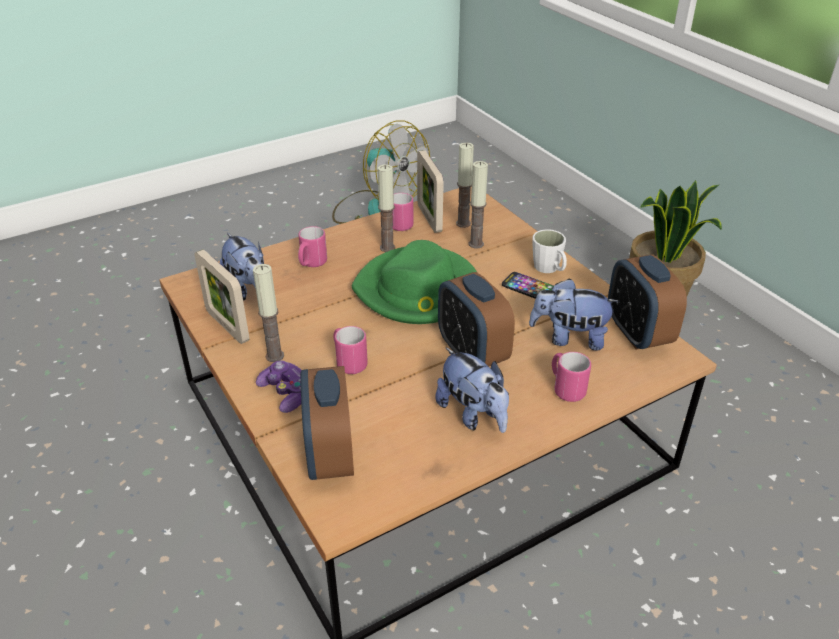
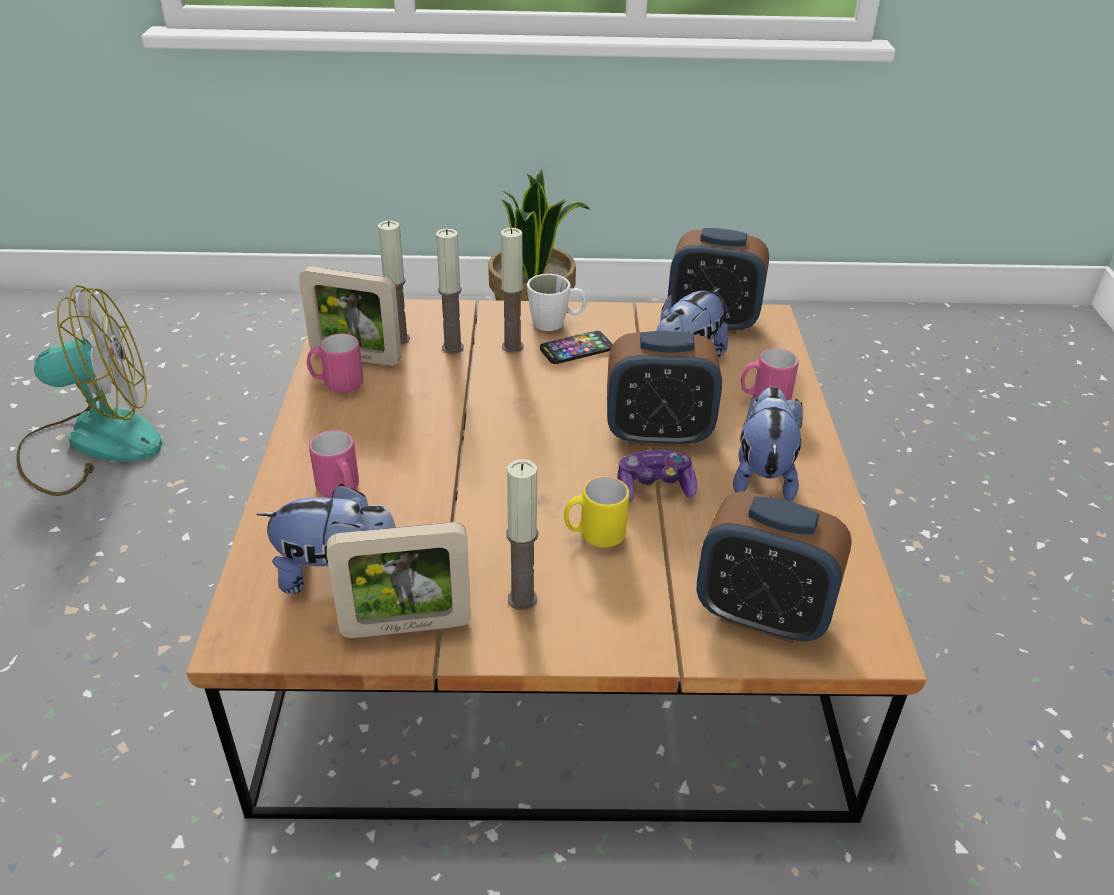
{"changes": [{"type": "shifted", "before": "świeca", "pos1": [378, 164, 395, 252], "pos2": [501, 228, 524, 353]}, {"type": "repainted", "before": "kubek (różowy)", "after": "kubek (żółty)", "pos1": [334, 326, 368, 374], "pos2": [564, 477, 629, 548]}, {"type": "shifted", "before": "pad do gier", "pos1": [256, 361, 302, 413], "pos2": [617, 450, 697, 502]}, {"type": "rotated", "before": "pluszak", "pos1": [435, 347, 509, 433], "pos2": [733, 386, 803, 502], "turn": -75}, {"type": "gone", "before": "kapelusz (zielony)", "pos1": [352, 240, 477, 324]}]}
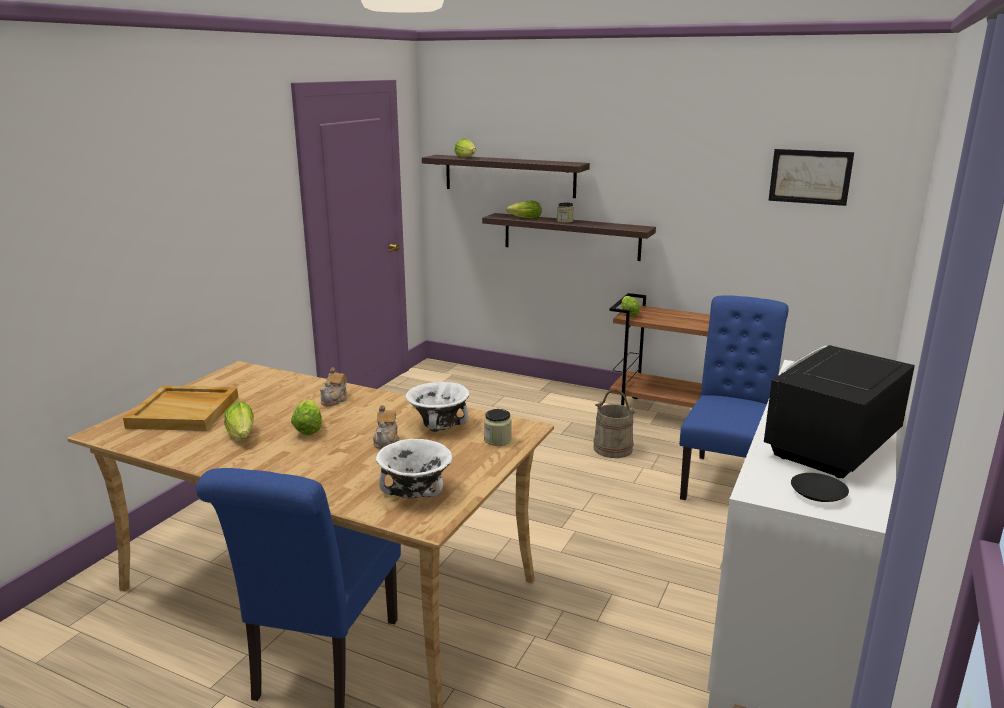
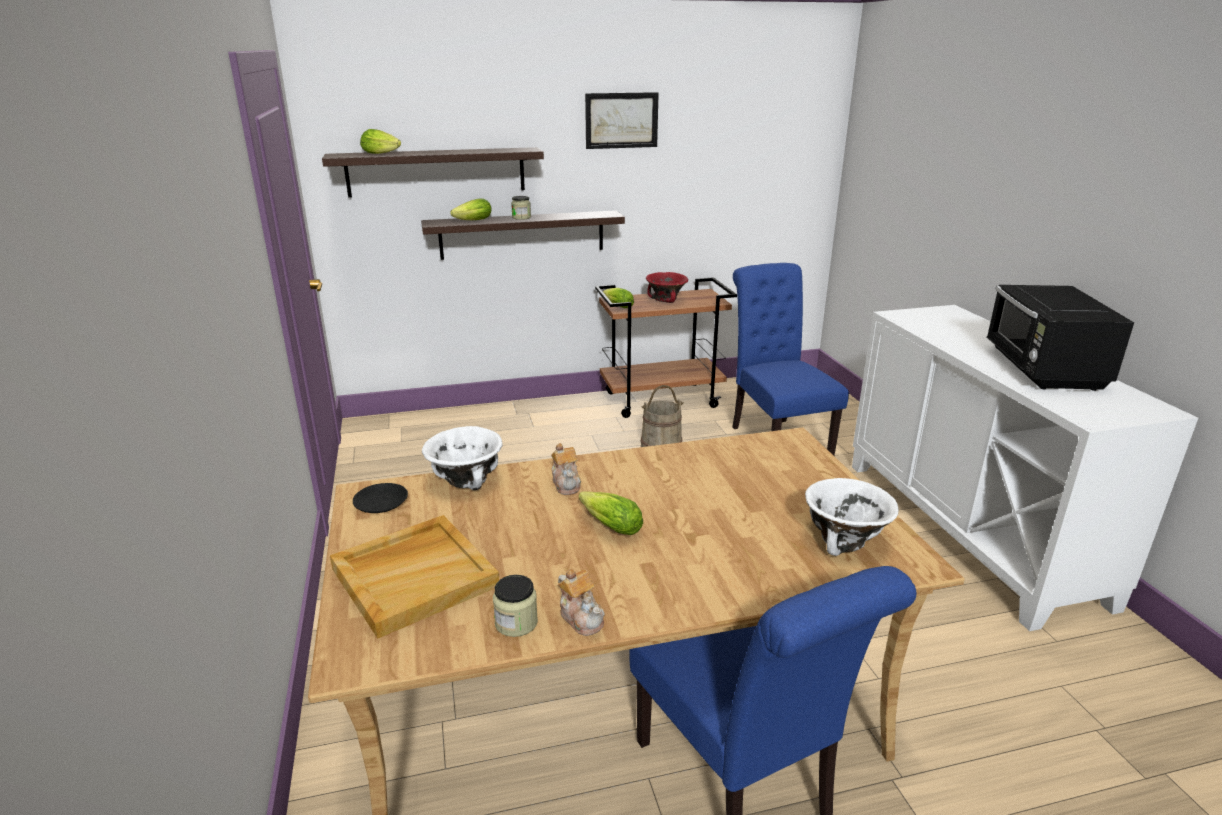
{"changes": [{"type": "shifted", "before": "talerz (czarny)", "pos1": [791, 473, 849, 502], "pos2": [353, 483, 408, 513]}, {"type": "shifted", "before": "miska (biały)", "pos1": [406, 382, 469, 432], "pos2": [422, 426, 502, 490]}, {"type": "shifted", "before": "słoik", "pos1": [484, 409, 512, 446], "pos2": [493, 575, 538, 637]}, {"type": "shifted", "before": "imbryk", "pos1": [373, 405, 399, 449], "pos2": [558, 568, 605, 636]}, {"type": "shifted", "before": "obraz", "pos1": [768, 149, 854, 206], "pos2": [585, 92, 659, 149]}, {"type": "new", "after": "miska (czerwony)", "pos2": [646, 272, 688, 303]}, {"type": "gone", "before": "sałata", "pos1": [224, 402, 254, 440]}]}
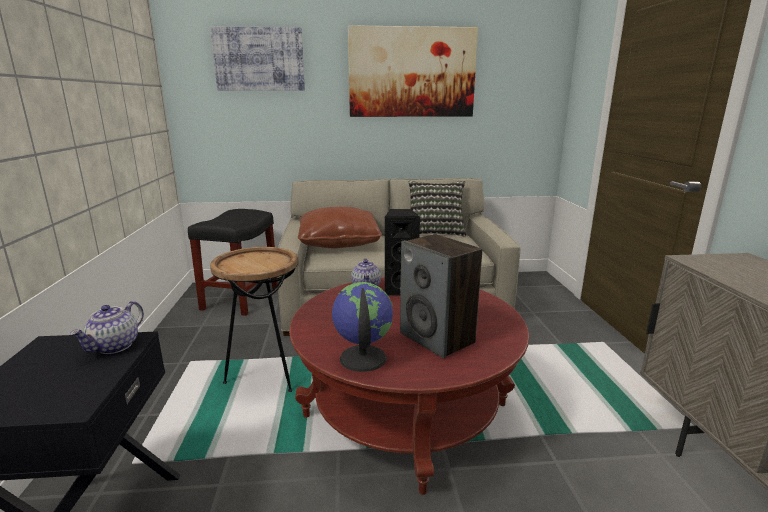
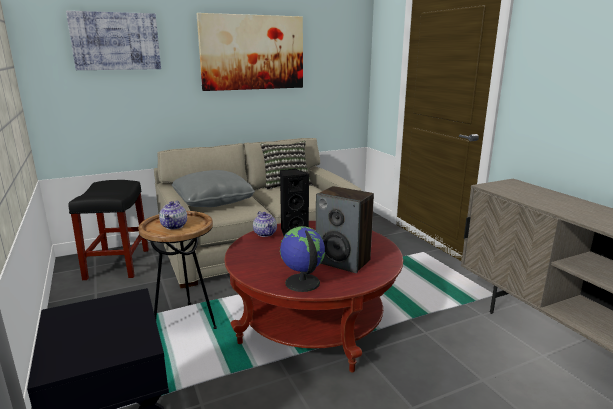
{"changes": [{"type": "shifted", "before": "imbryk", "pos1": [70, 301, 144, 354], "pos2": [159, 201, 187, 229]}, {"type": "repainted", "before": "poduszka (brązowy)", "after": "poduszka (szary)", "pos1": [298, 207, 382, 248], "pos2": [172, 170, 255, 207]}]}
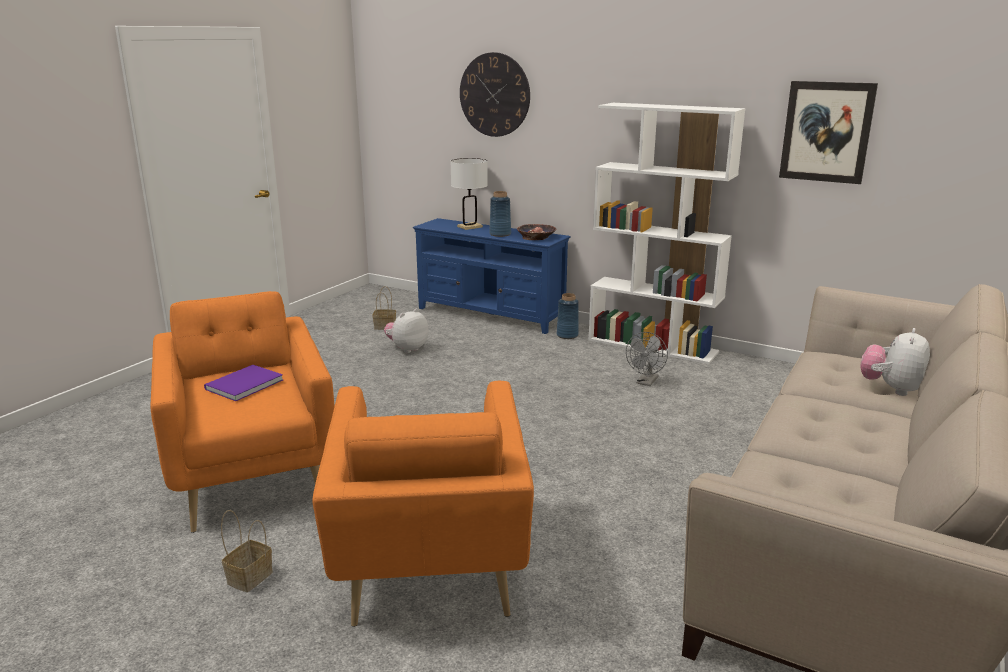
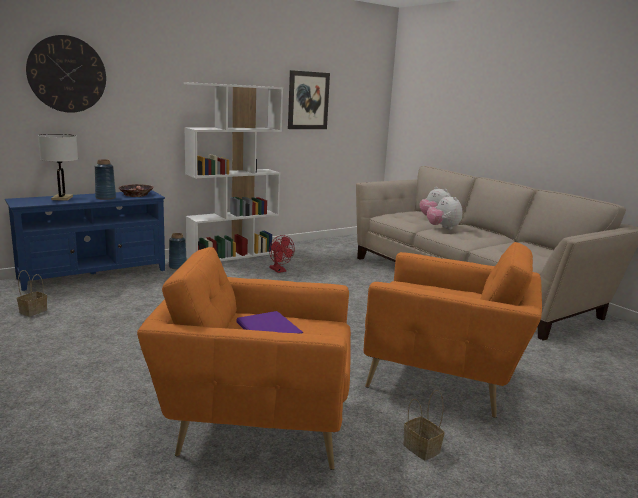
{"changes": [{"type": "repainted", "before": "wentylator (szary)", "after": "wentylator (czerwony)", "pos1": [626, 332, 668, 386], "pos2": [269, 235, 295, 273]}, {"type": "shifted", "before": "pluszak", "pos1": [384, 309, 429, 353], "pos2": [427, 194, 462, 230]}]}
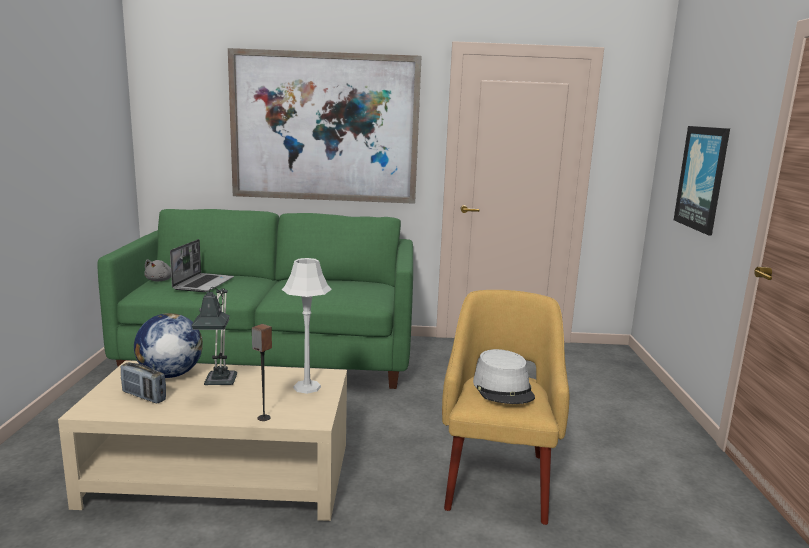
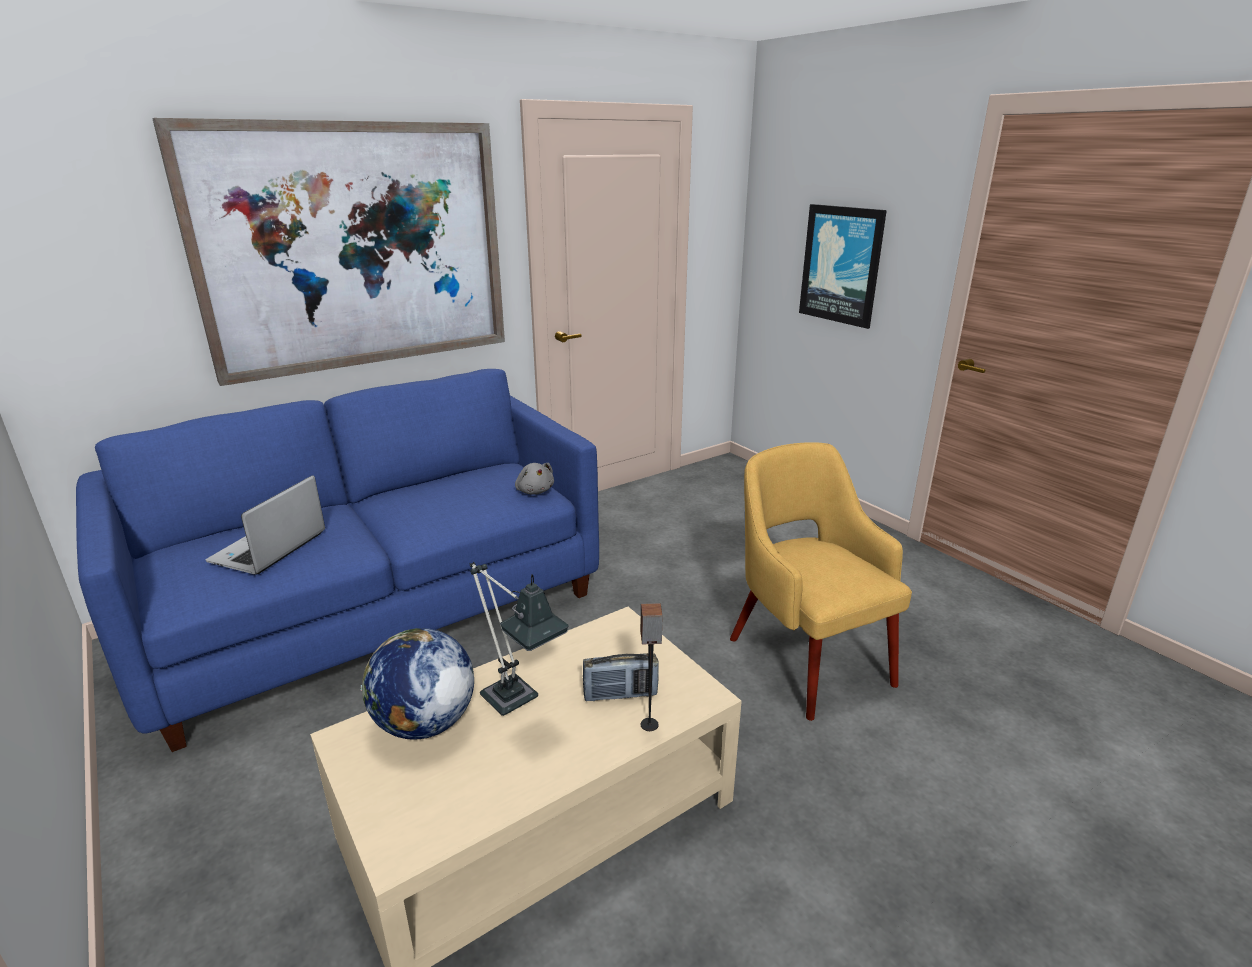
{"changes": [{"type": "repainted", "before": "kanapa (zielony)", "after": "kanapa (niebieski)", "pos1": [97, 209, 413, 389], "pos2": [76, 369, 599, 752]}, {"type": "rotated", "before": "laptop", "pos1": [170, 239, 234, 292], "pos2": [206, 475, 325, 574], "turn": -135}, {"type": "shifted", "before": "pluszak (szary)", "pos1": [144, 259, 171, 281], "pos2": [515, 463, 554, 495]}, {"type": "shifted", "before": "radio", "pos1": [120, 362, 166, 403], "pos2": [583, 653, 659, 701]}, {"type": "gone", "before": "lampa stołowa (szary)", "pos1": [282, 258, 332, 394]}, {"type": "gone", "before": "kapelusz (szary)", "pos1": [473, 349, 535, 404]}]}
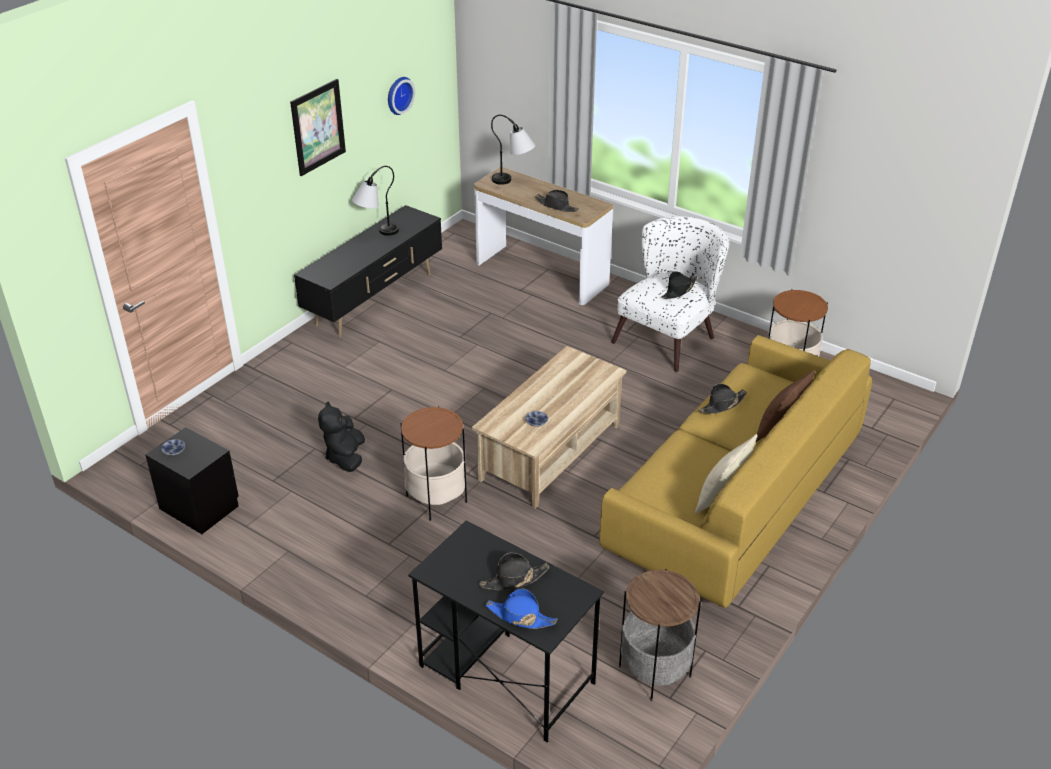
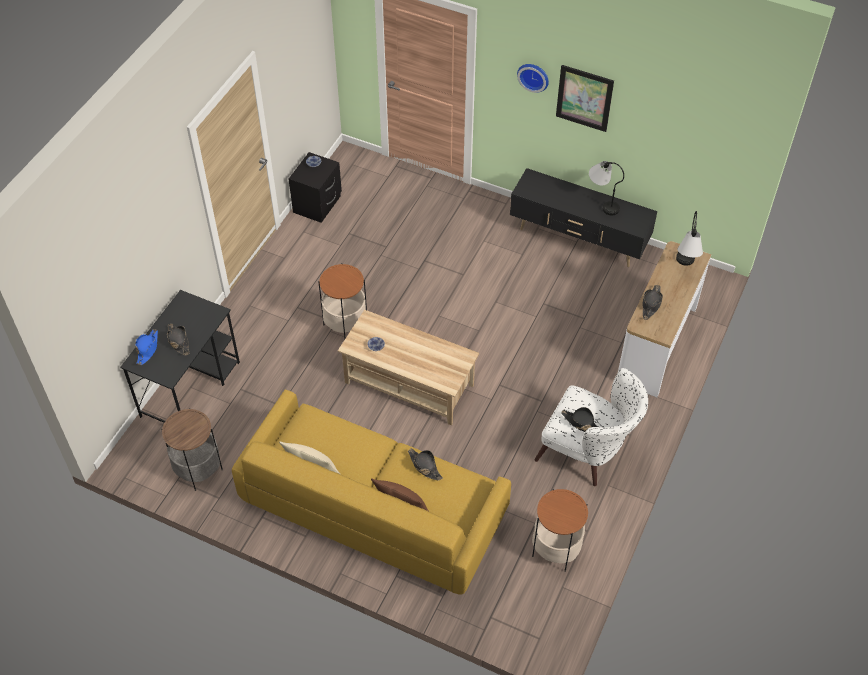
{"changes": [{"type": "shifted", "before": "zegar ścienny", "pos1": [388, 77, 415, 115], "pos2": [517, 64, 549, 93]}, {"type": "gone", "before": "pluszak (czarny)", "pos1": [318, 402, 365, 472]}]}
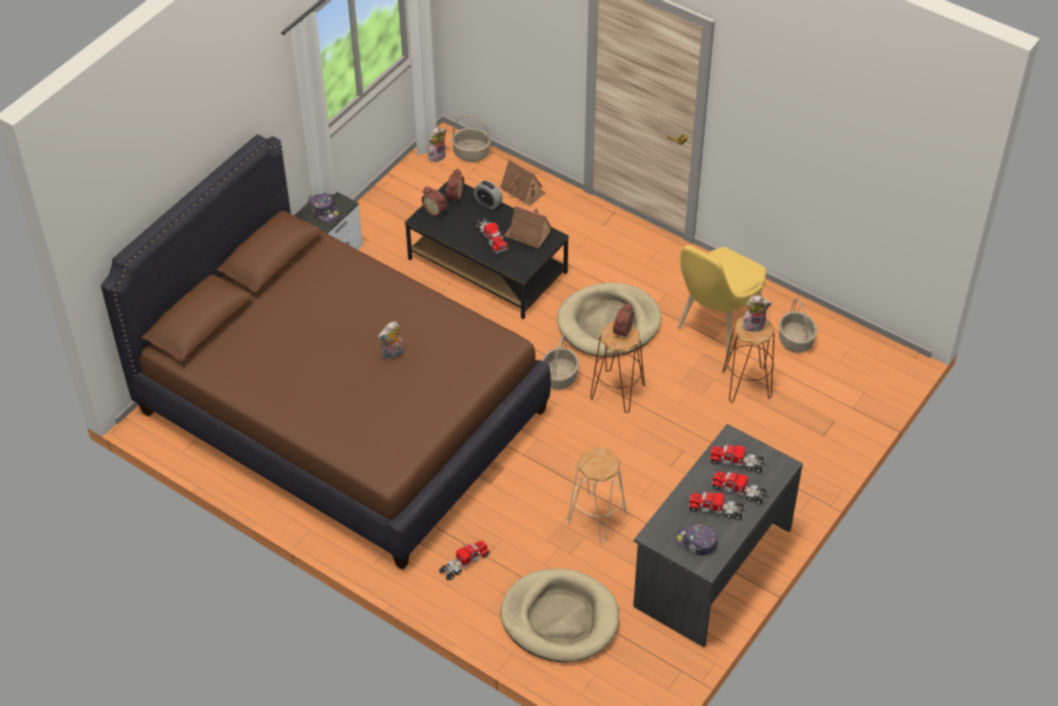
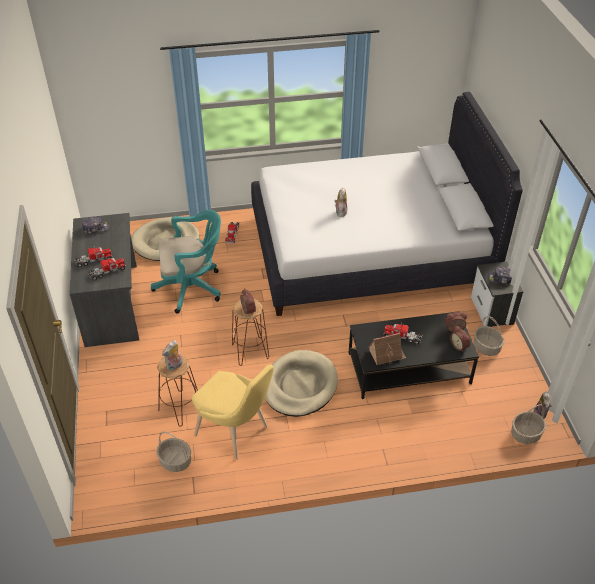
{"changes": [{"type": "swapped", "before": "stołek (beżowy)", "after": "krzesło biurowe (turkusowy)", "pos1": [567, 447, 627, 543], "pos2": [151, 210, 221, 314]}, {"type": "rotated", "before": "krzesło (żółty)", "pos1": [678, 245, 766, 354], "pos2": [192, 364, 274, 460], "turn": 135}, {"type": "repainted", "before": "łóżko (brązowy)", "after": "łóżko (biały)", "pos1": [101, 135, 551, 570], "pos2": [251, 92, 523, 316]}, {"type": "shifted", "before": "koszyk", "pos1": [542, 335, 579, 390], "pos2": [474, 316, 504, 356]}, {"type": "gone", "before": "budzik", "pos1": [474, 180, 503, 210]}, {"type": "gone", "before": "domek", "pos1": [500, 159, 546, 206]}, {"type": "gone", "before": "ciężarówka zabawkowa", "pos1": [688, 489, 745, 520]}]}
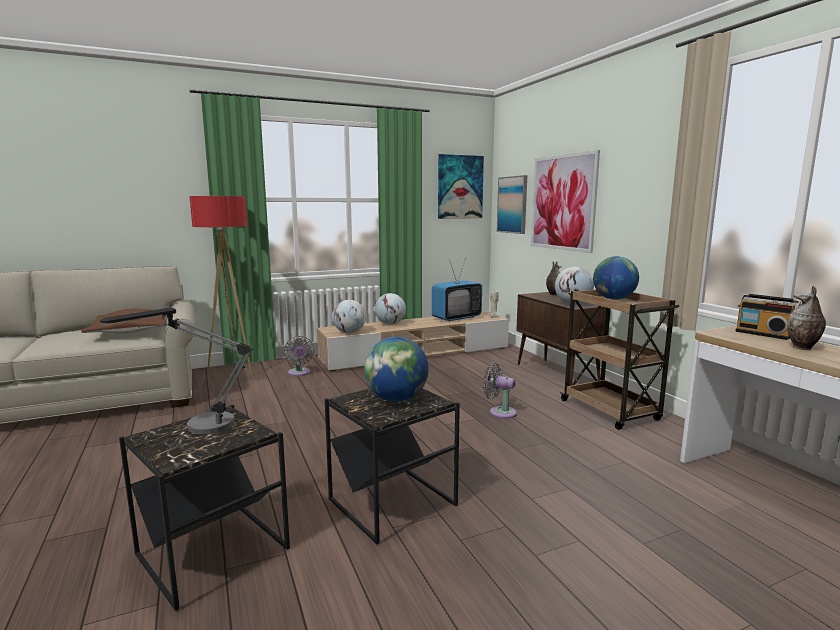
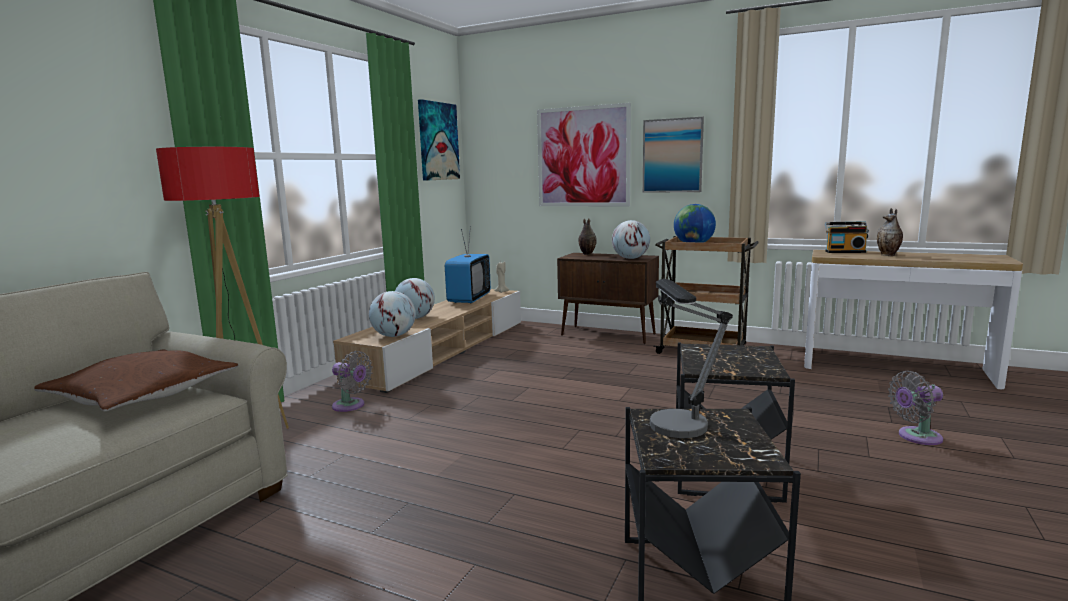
{"changes": [{"type": "shifted", "before": "obraz", "pos1": [497, 175, 527, 234], "pos2": [643, 117, 704, 193]}, {"type": "shifted", "before": "wentylator (szary)", "pos1": [483, 363, 517, 419], "pos2": [888, 371, 943, 445]}, {"type": "gone", "before": "globus", "pos1": [364, 337, 429, 402]}]}
